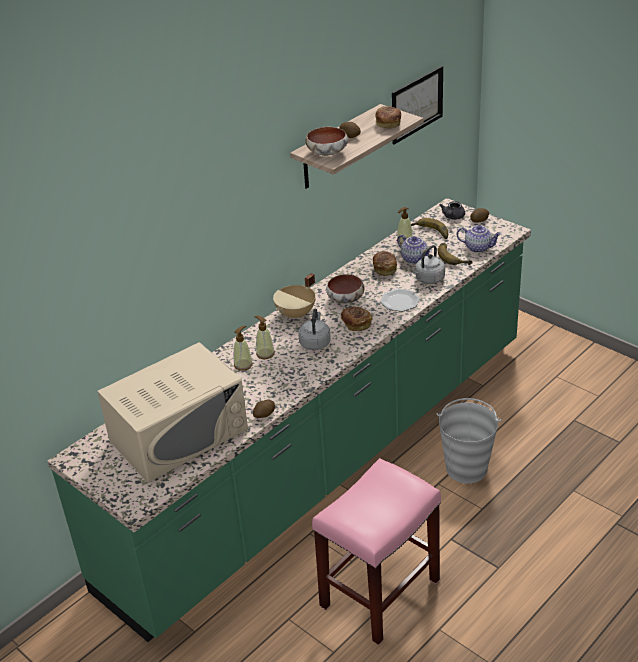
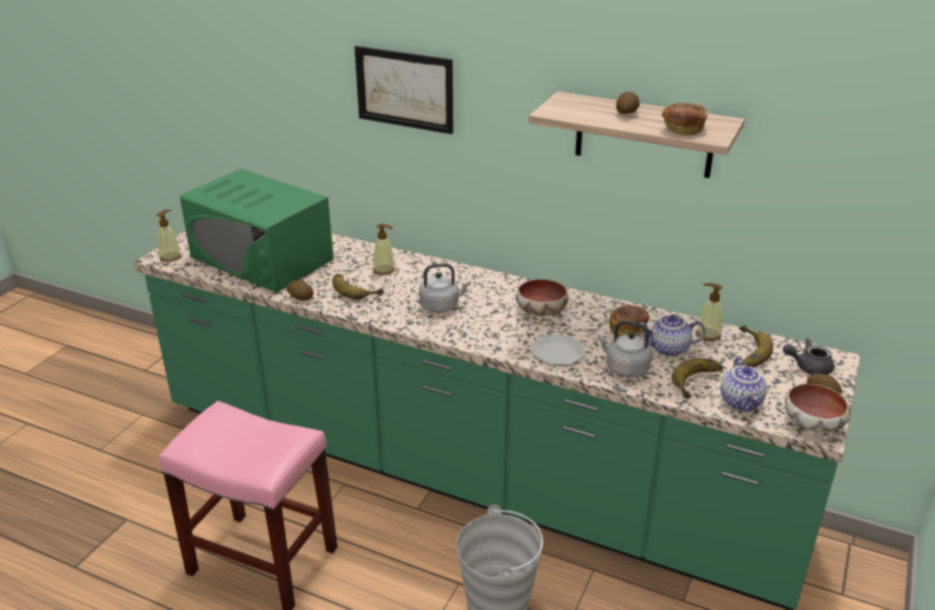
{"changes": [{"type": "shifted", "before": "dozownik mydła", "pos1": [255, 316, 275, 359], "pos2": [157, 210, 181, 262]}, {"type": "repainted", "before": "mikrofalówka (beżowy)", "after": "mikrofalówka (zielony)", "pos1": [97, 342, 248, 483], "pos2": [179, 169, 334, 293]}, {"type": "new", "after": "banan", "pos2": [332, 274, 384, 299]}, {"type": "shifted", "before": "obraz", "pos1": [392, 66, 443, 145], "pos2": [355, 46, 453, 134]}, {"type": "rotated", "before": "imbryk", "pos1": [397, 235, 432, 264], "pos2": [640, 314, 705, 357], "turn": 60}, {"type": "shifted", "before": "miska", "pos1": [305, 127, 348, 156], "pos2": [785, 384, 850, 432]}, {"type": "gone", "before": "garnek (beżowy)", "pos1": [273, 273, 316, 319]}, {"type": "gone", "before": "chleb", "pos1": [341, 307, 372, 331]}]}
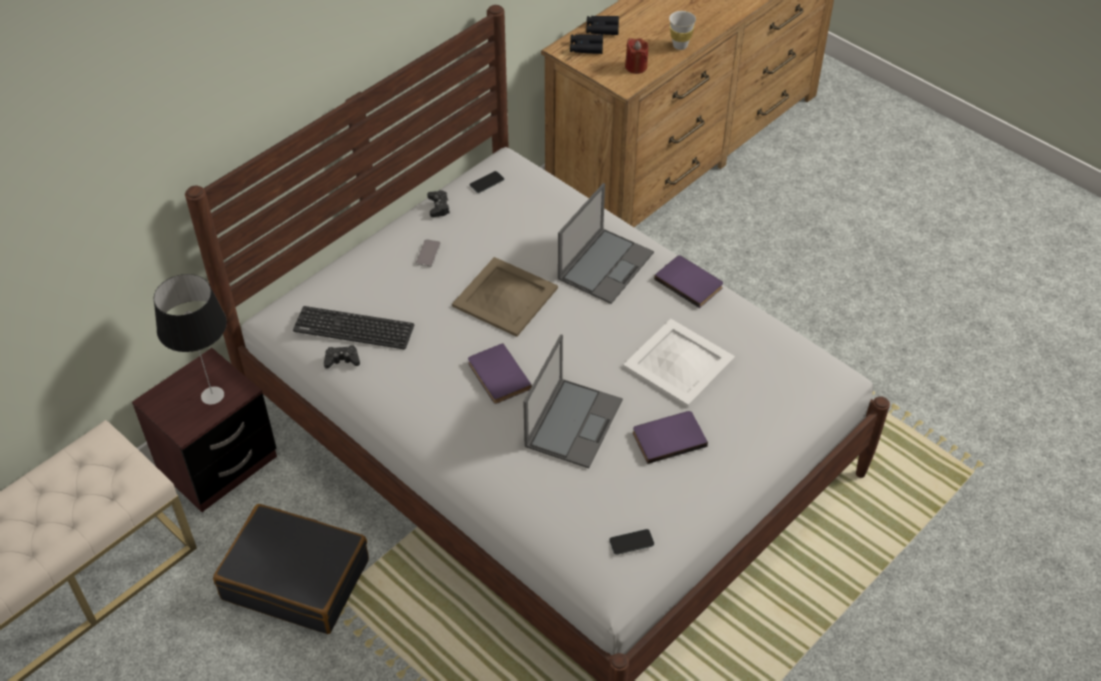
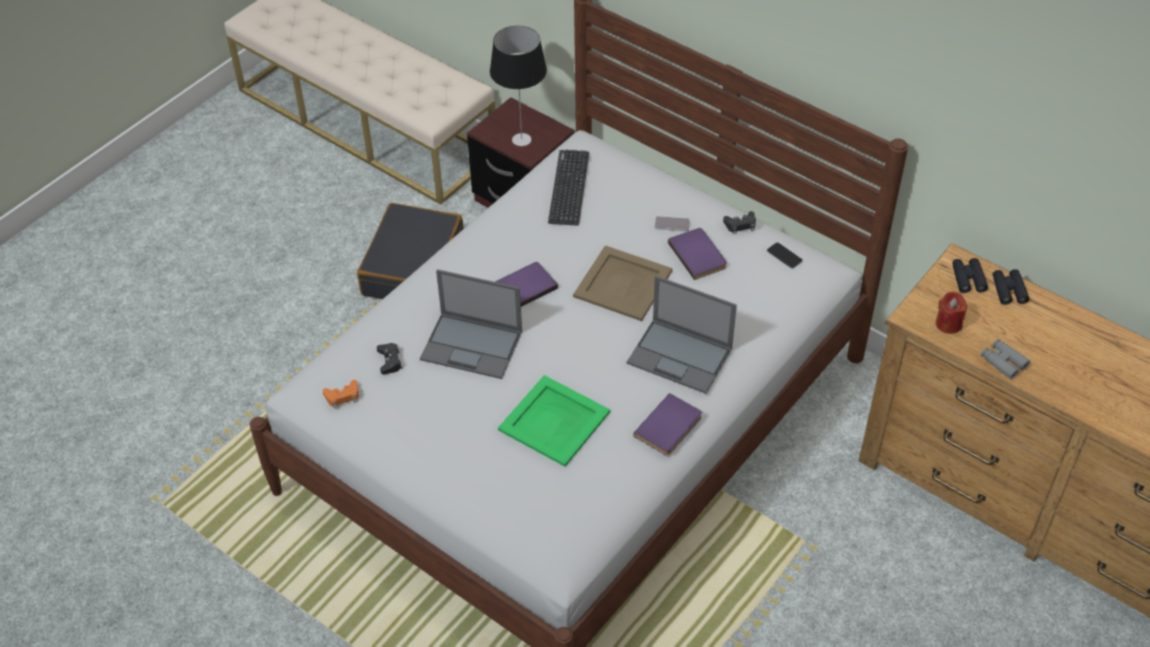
{"changes": [{"type": "swapped", "before": "telefon", "after": "pad do gier (pomarańczowy)", "pos1": [609, 529, 654, 555], "pos2": [323, 380, 359, 408]}, {"type": "shifted", "before": "pad do gier (czarny)", "pos1": [324, 345, 360, 369], "pos2": [377, 343, 402, 375]}, {"type": "repainted", "before": "taca (biały)", "after": "taca (zielony)", "pos1": [623, 319, 735, 407], "pos2": [498, 375, 610, 467]}, {"type": "shifted", "before": "książka (fioletowy)", "pos1": [633, 411, 708, 464], "pos2": [668, 228, 727, 280]}, {"type": "swapped", "before": "filiżanka (biały)", "after": "lornetka (szary)", "pos1": [669, 11, 696, 50], "pos2": [981, 339, 1030, 379]}]}
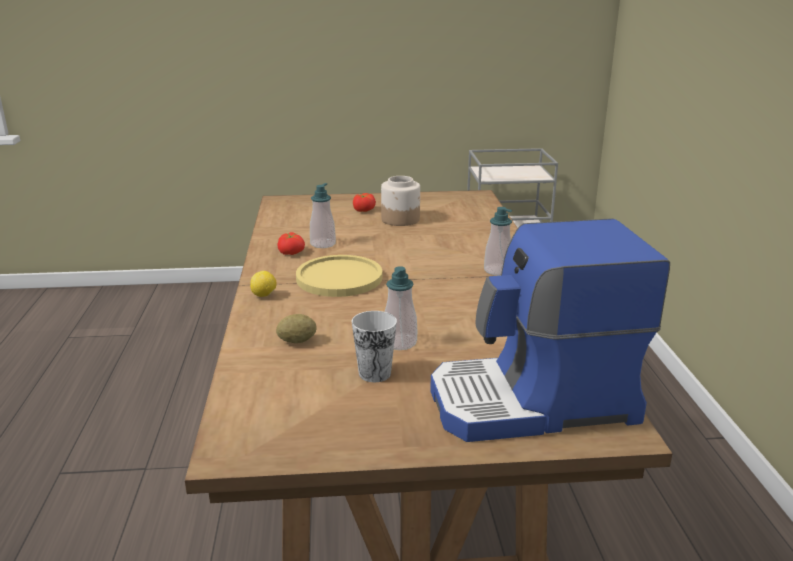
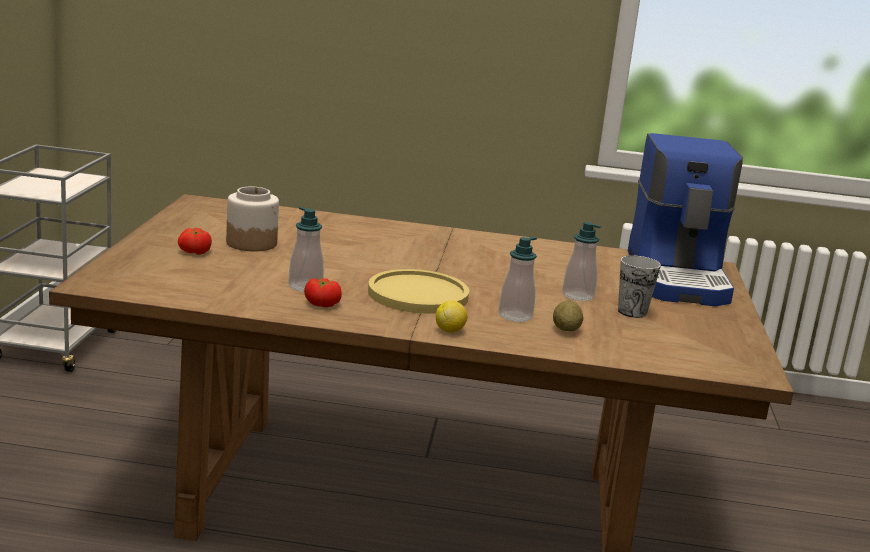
{"changes": [{"type": "shifted", "before": "dozownik mydła", "pos1": [484, 207, 512, 276], "pos2": [499, 237, 537, 322]}]}
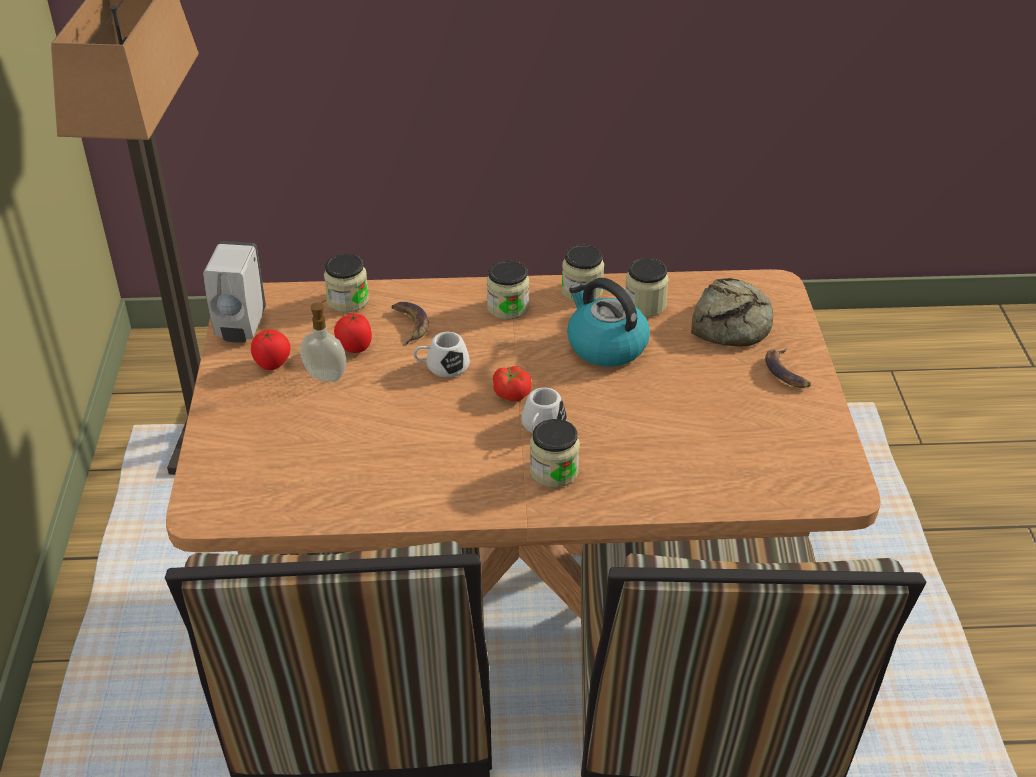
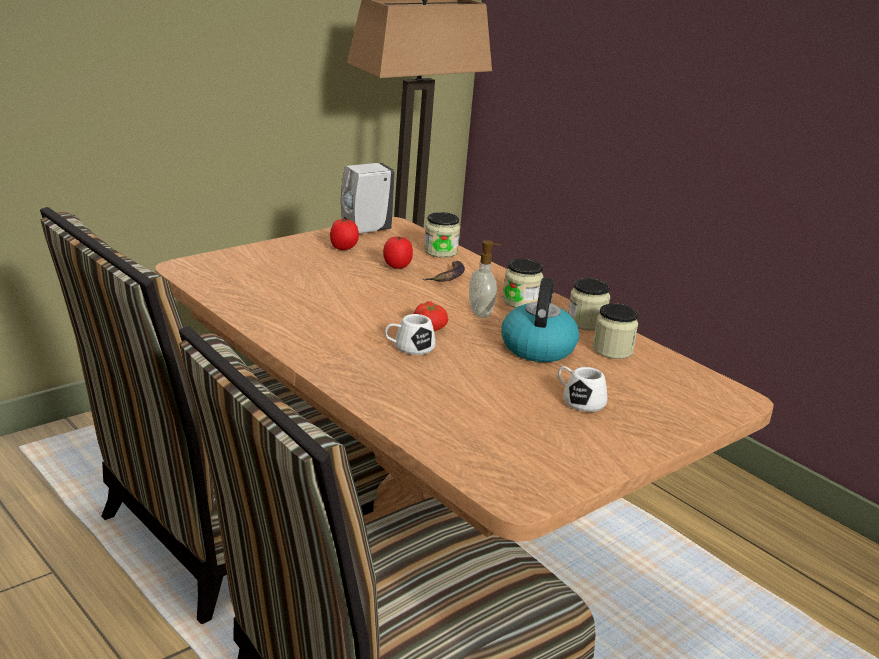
{"changes": [{"type": "shifted", "before": "dozownik mydła", "pos1": [300, 300, 346, 382], "pos2": [469, 240, 502, 318]}, {"type": "shifted", "before": "kubek (biały)", "pos1": [414, 332, 470, 377], "pos2": [558, 366, 608, 412]}, {"type": "gone", "before": "słoik", "pos1": [530, 419, 580, 487]}, {"type": "gone", "before": "chleb", "pos1": [691, 278, 773, 346]}, {"type": "gone", "before": "banan", "pos1": [765, 349, 811, 388]}]}
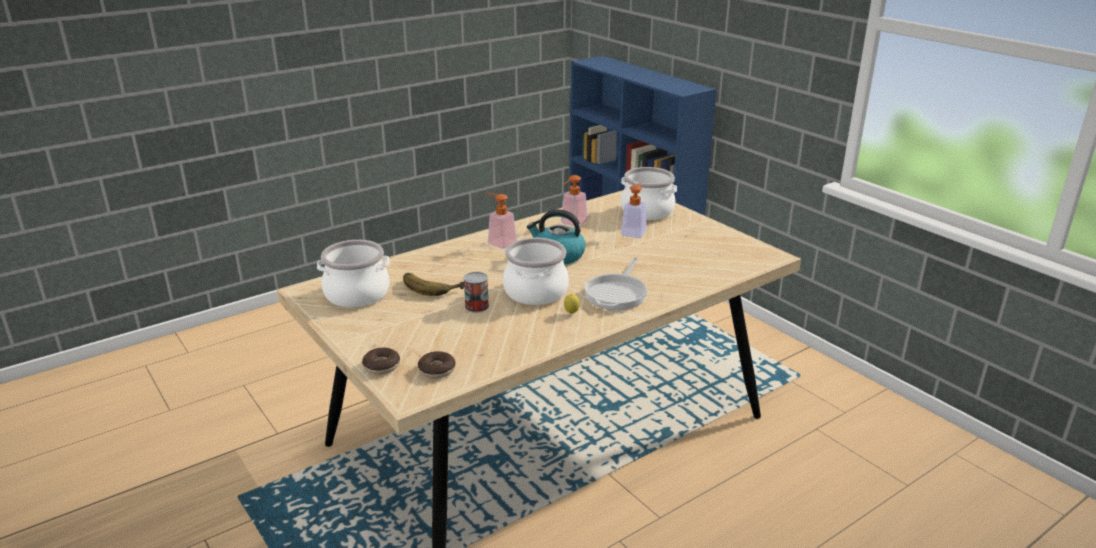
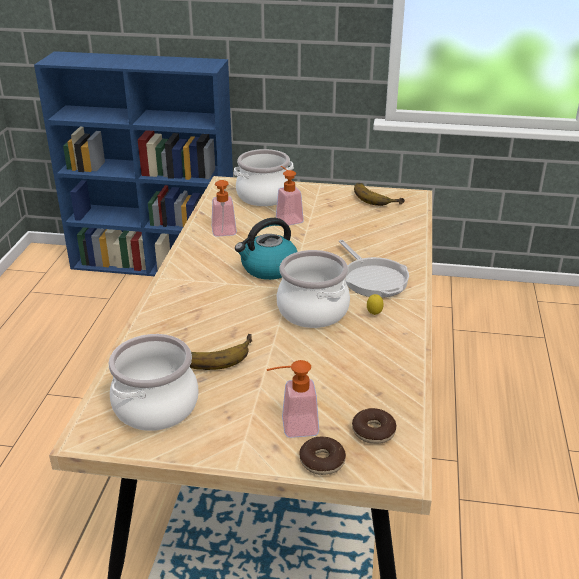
{"changes": [{"type": "shifted", "before": "dozownik mydła", "pos1": [485, 193, 517, 249], "pos2": [267, 360, 319, 438]}, {"type": "new", "after": "banan", "pos2": [354, 183, 405, 206]}, {"type": "gone", "before": "puszka", "pos1": [464, 272, 489, 313]}]}
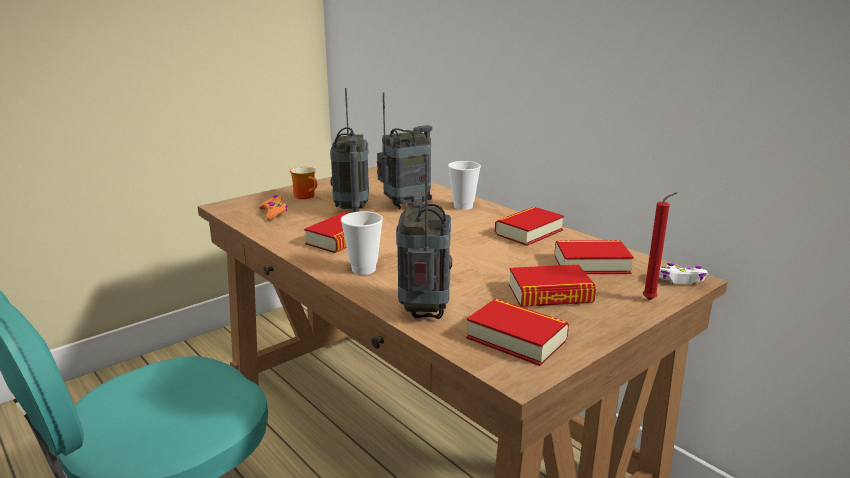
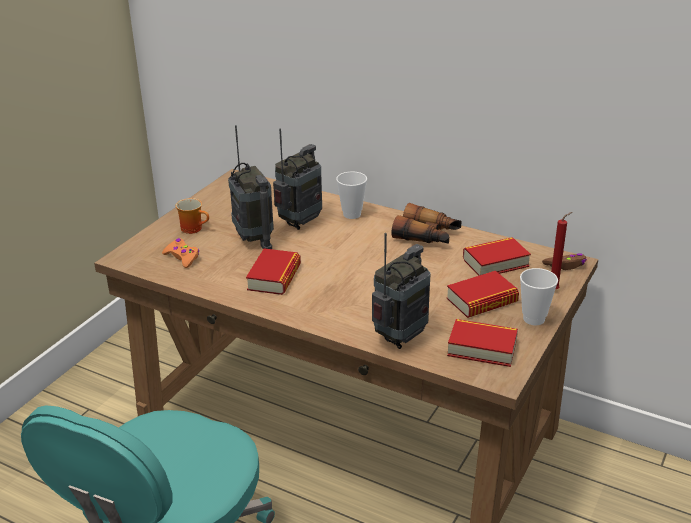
{"changes": [{"type": "rotated", "before": "radio", "pos1": [396, 157, 452, 319], "pos2": [372, 233, 431, 349], "turn": 60}, {"type": "swapped", "before": "książka", "after": "lornetka", "pos1": [495, 207, 564, 246], "pos2": [391, 203, 462, 244]}, {"type": "shifted", "before": "filiżanka", "pos1": [341, 211, 383, 275], "pos2": [520, 268, 558, 325]}, {"type": "repainted", "before": "pad do gier (biały)", "after": "pad do gier (brązowy)", "pos1": [659, 263, 708, 284], "pos2": [542, 253, 587, 270]}]}
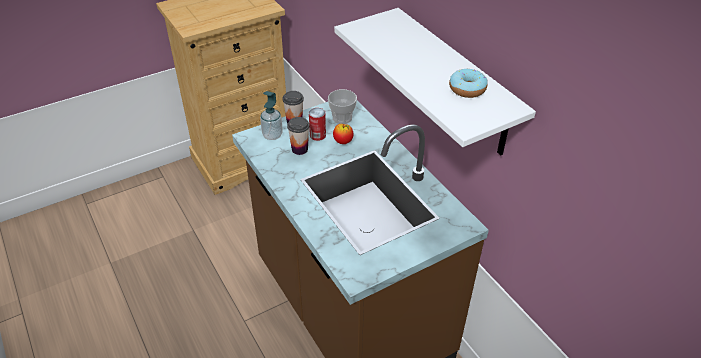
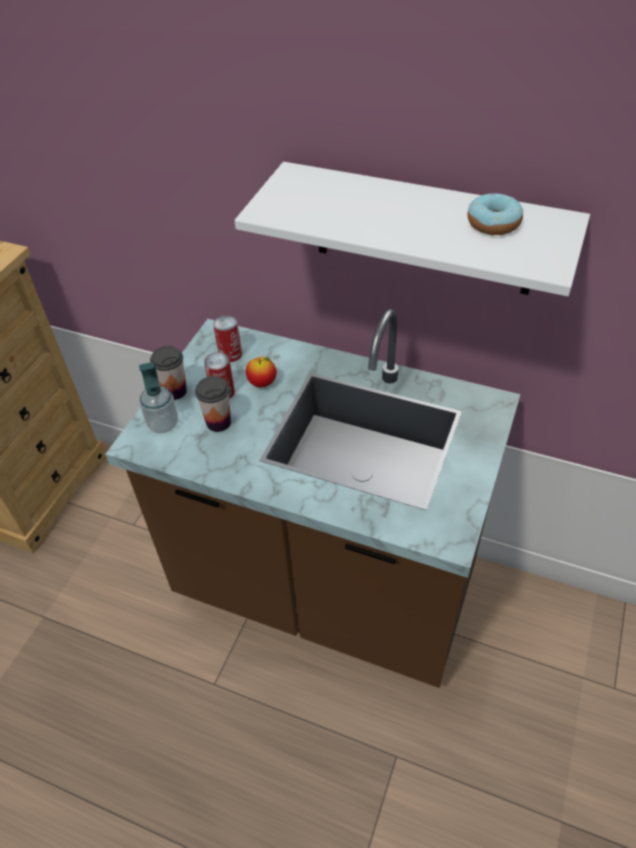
{"changes": [{"type": "swapped", "before": "filiżanka", "after": "puszka", "pos1": [328, 89, 357, 124], "pos2": [213, 315, 242, 362]}]}
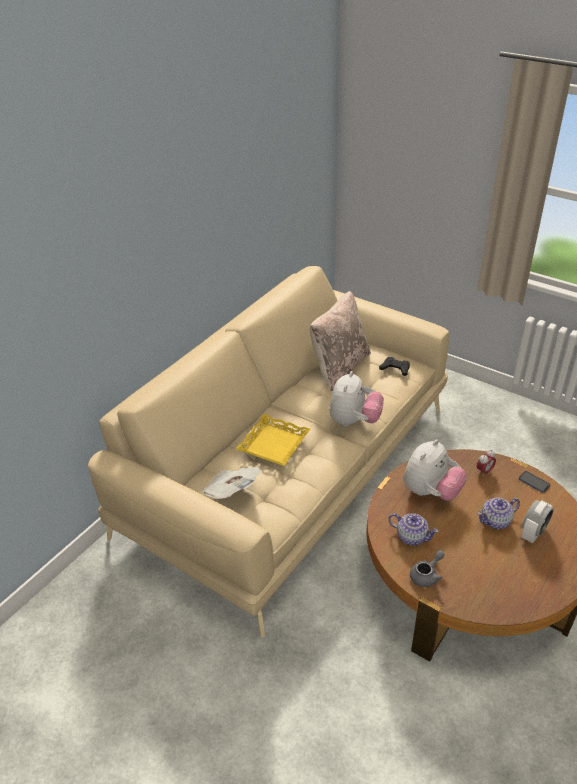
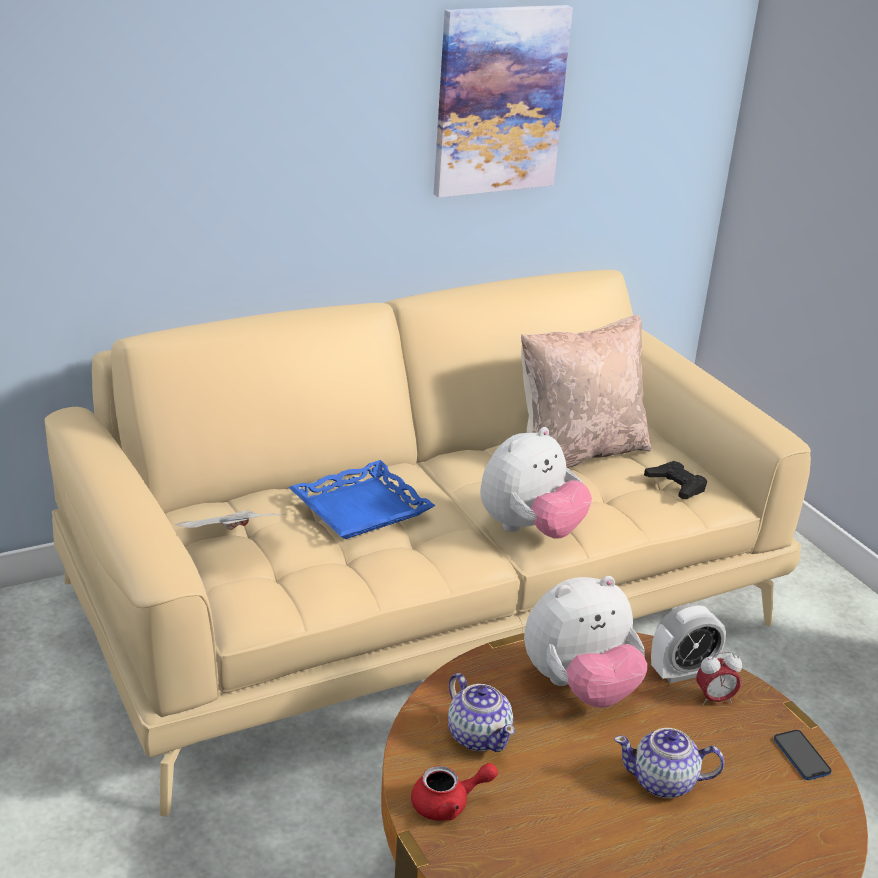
{"changes": [{"type": "repainted", "before": "taca (żółty)", "after": "taca (niebieski)", "pos1": [236, 414, 310, 466], "pos2": [289, 460, 435, 539]}, {"type": "repainted", "before": "imbryk (szary)", "after": "imbryk (czerwony)", "pos1": [410, 550, 445, 587], "pos2": [411, 763, 498, 821]}, {"type": "new", "after": "obraz", "pos2": [434, 5, 573, 198]}, {"type": "shifted", "before": "budzik", "pos1": [522, 500, 554, 543], "pos2": [651, 604, 726, 683]}]}
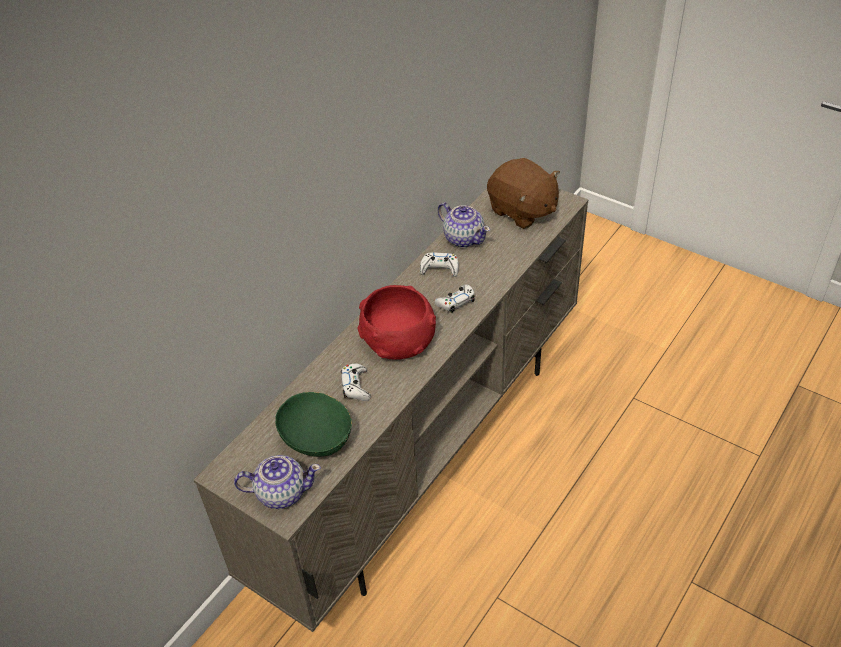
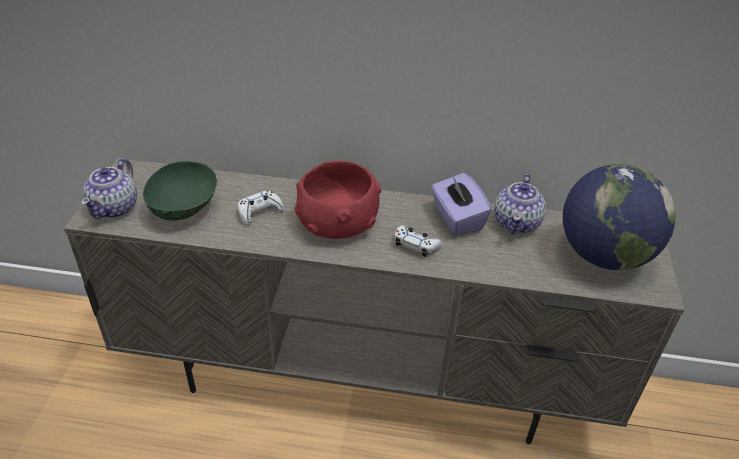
{"changes": [{"type": "rotated", "before": "imbryk", "pos1": [234, 455, 321, 509], "pos2": [81, 158, 137, 219], "turn": 45}, {"type": "swapped", "before": "pad do gier (biały)", "after": "pudełko chusteczek (fioletowy)", "pos1": [420, 252, 459, 277], "pos2": [431, 173, 491, 236]}, {"type": "swapped", "before": "pluszak (brązowy)", "after": "globus", "pos1": [487, 158, 560, 229], "pos2": [563, 164, 676, 270]}]}
